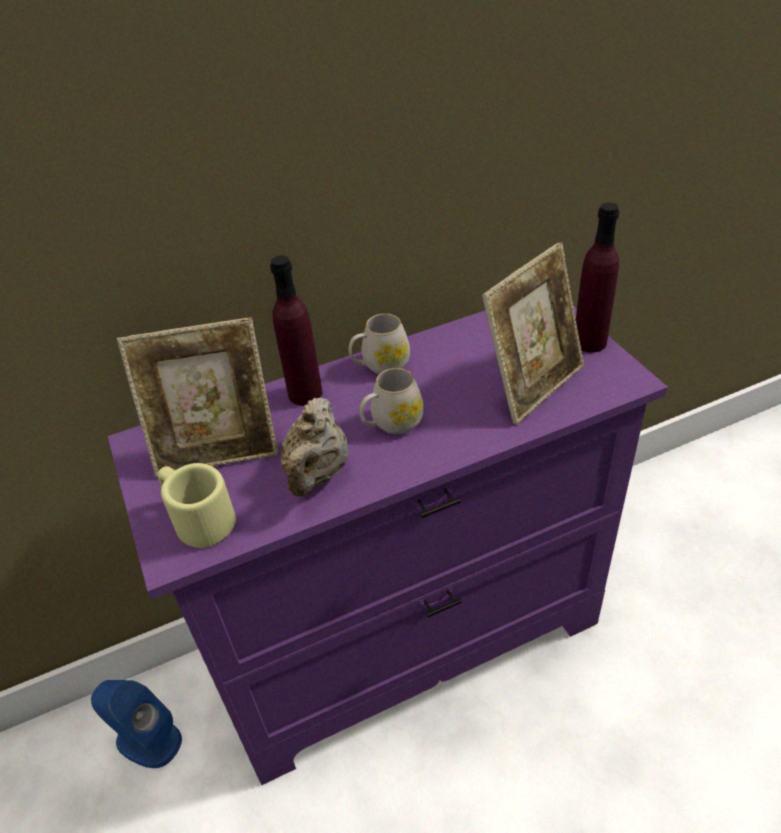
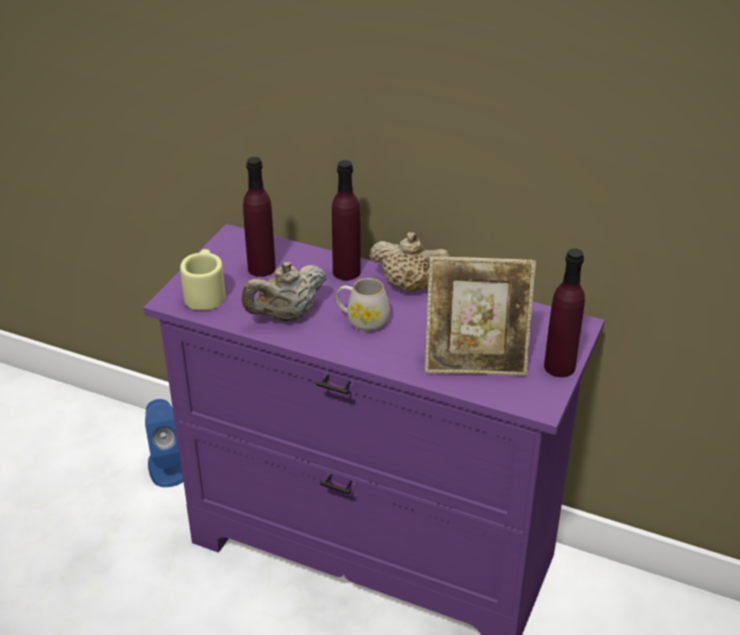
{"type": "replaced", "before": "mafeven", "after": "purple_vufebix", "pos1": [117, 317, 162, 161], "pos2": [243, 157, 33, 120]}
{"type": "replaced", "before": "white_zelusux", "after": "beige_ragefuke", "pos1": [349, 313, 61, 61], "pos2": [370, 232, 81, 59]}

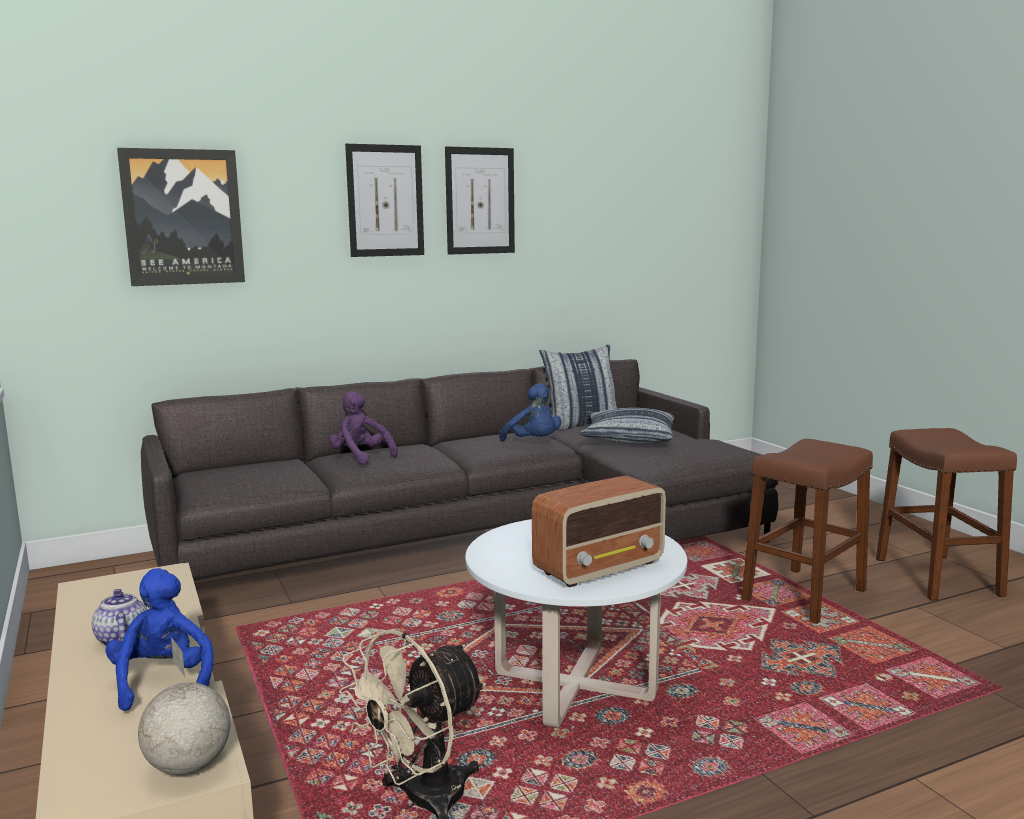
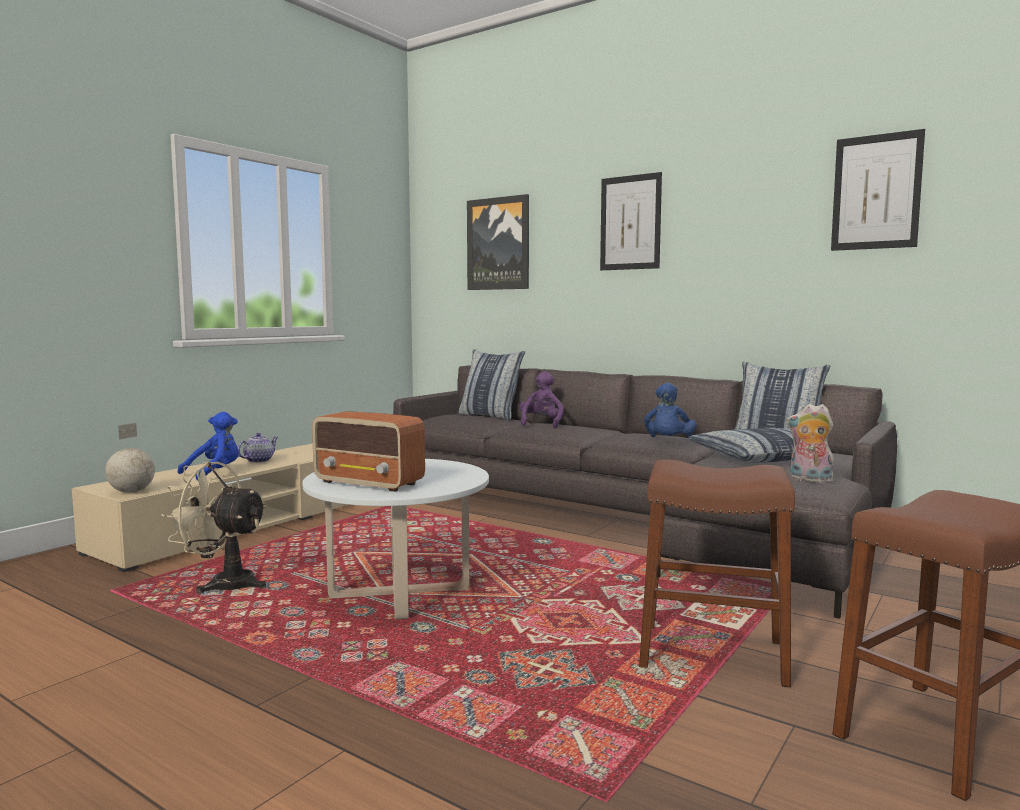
{"type": "added", "after": "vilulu", "pos2": [458, 349, 67, 71]}
{"type": "added", "after": "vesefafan", "pos2": [786, 404, 48, 80]}
{"type": "moved", "before": "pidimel", "pos1": [445, 146, 70, 109], "pos2": [831, 129, 94, 122]}

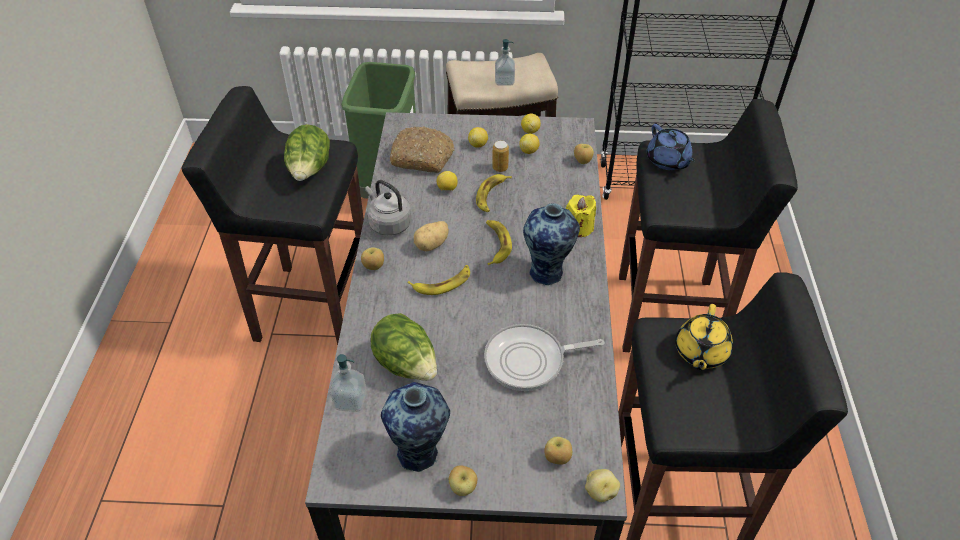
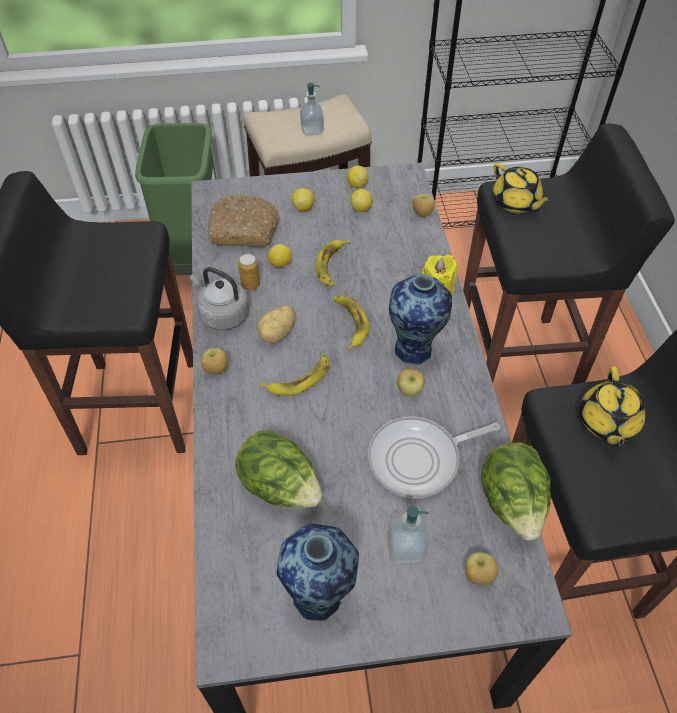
{"type": "moved", "before": "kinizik", "pos1": [492, 140, 17, 32], "pos2": [238, 254, 22, 36]}
{"type": "moved", "before": "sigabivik", "pos1": [330, 354, 37, 58], "pos2": [387, 506, 42, 59]}
{"type": "moved", "before": "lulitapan", "pos1": [449, 465, 29, 31], "pos2": [397, 369, 28, 28]}
{"type": "moved", "before": "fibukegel", "pos1": [284, 124, 46, 57], "pos2": [481, 442, 70, 99]}
{"type": "recoloured", "before": "blue_ragefuke", "after": "yellow_ragefuke", "pos1": [647, 124, 48, 46], "pos2": [492, 163, 60, 50]}
{"type": "removed", "before": "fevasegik", "pos1": [585, 469, 35, 33]}

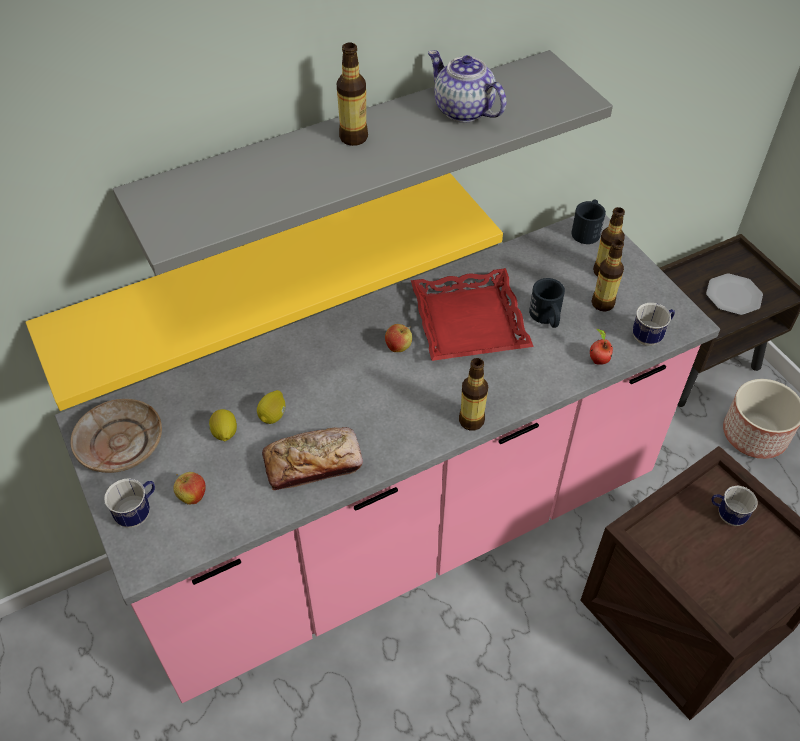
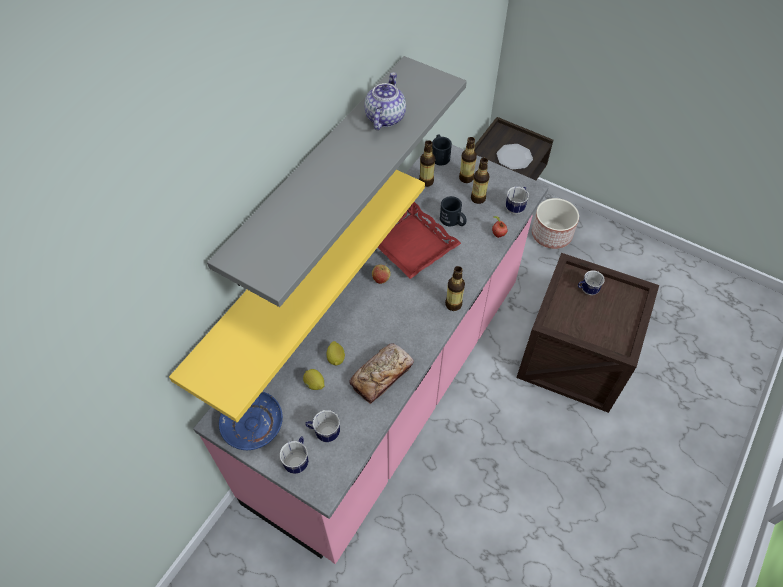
{"type": "recoloured", "before": "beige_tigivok", "after": "blue_tigivok", "pos1": [70, 399, 92, 74], "pos2": [219, 391, 64, 59]}
{"type": "replaced", "before": "lulitapan", "after": "zelusux", "pos1": [174, 472, 32, 33], "pos2": [305, 410, 35, 32]}
{"type": "turned", "before": "ragefuke", "pos1": [428, 50, 79, 73], "pos2": [364, 72, 42, 58], "turn": 90}
{"type": "moved", "before": "vufebix", "pos1": [337, 42, 31, 104], "pos2": [419, 140, 16, 47]}

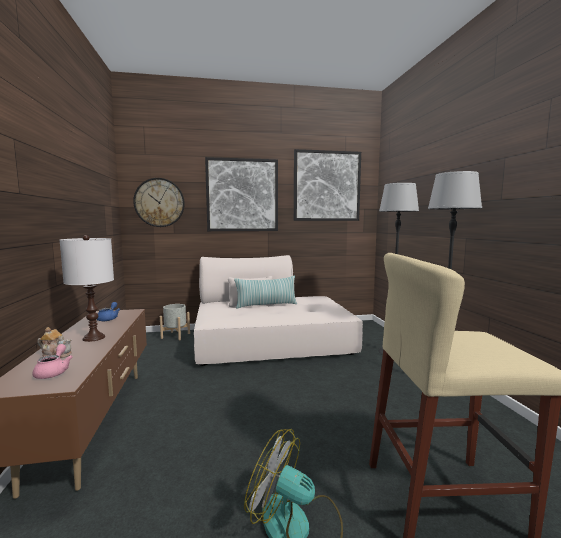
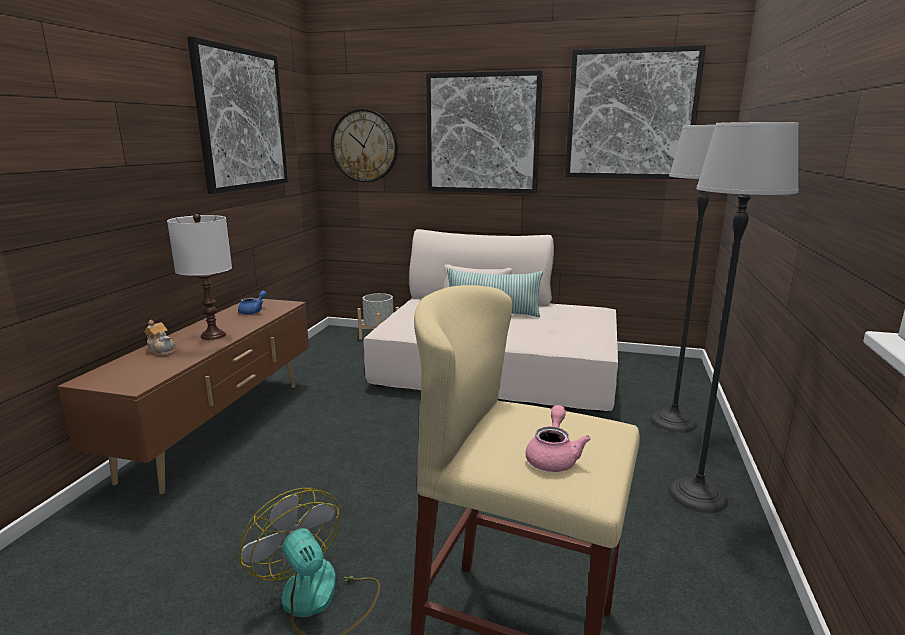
{"type": "added", "after": "pidimel", "pos2": [187, 37, 101, 157]}
{"type": "moved", "before": "pink_ragefuke", "pos1": [33, 344, 40, 35], "pos2": [526, 405, 65, 67]}

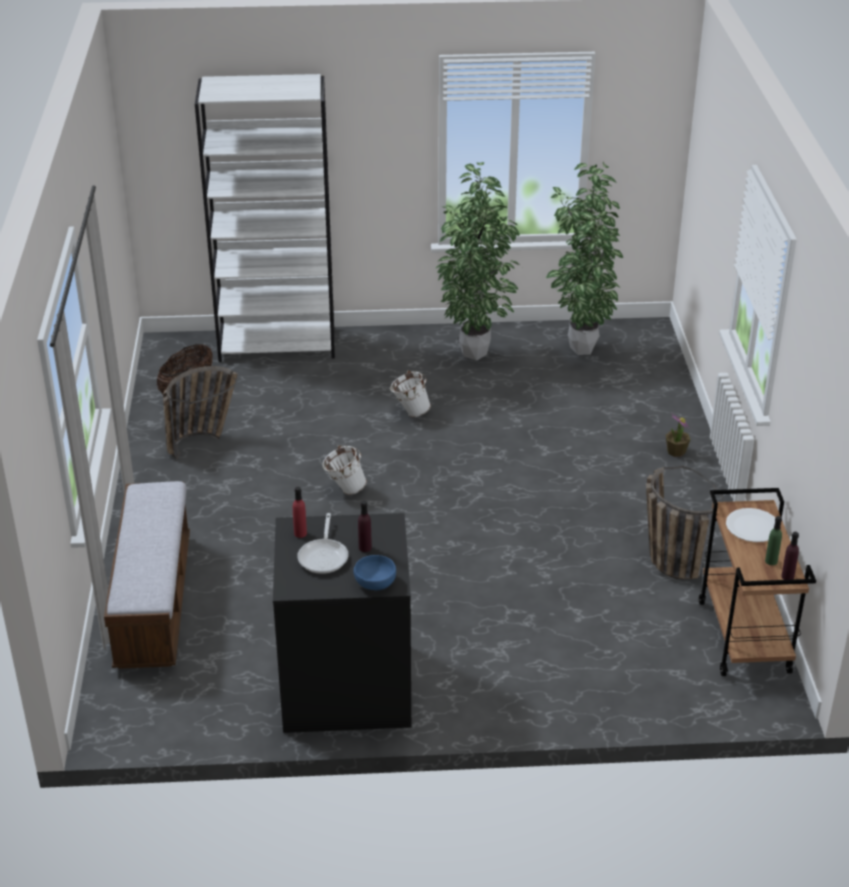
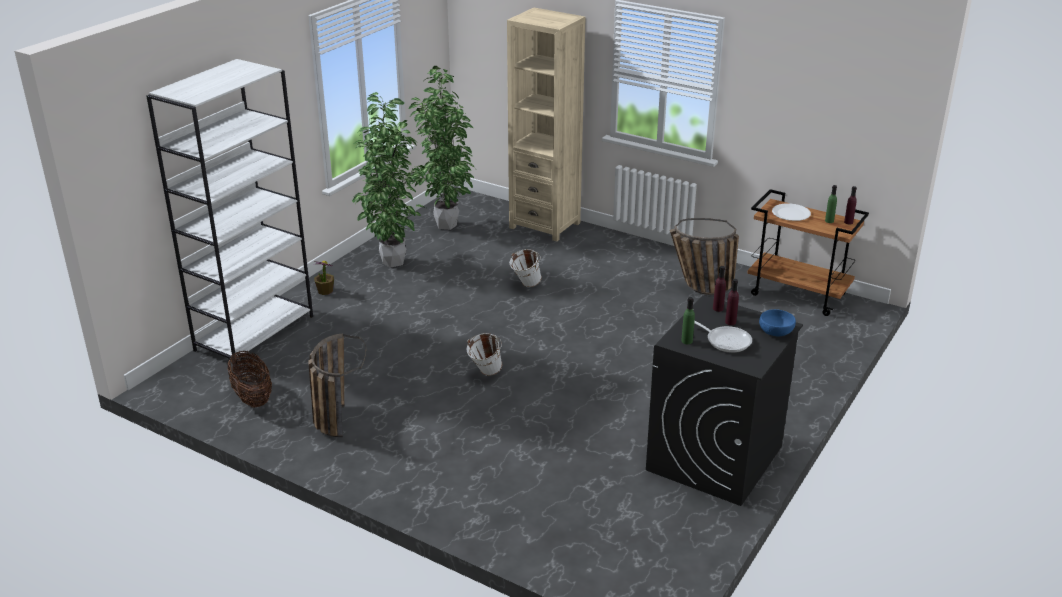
{"type": "moved", "before": "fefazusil", "pos1": [665, 414, 25, 43], "pos2": [314, 261, 20, 34]}
{"type": "added", "after": "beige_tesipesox", "pos2": [507, 8, 79, 234]}
{"type": "moved", "before": "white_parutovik", "pos1": [390, 370, 41, 47], "pos2": [510, 249, 32, 38]}
{"type": "recoloured", "before": "red_vufebix", "after": "green_vufebix", "pos1": [293, 487, 14, 51], "pos2": [681, 297, 14, 47]}
{"type": "added", "after": "purple_vufebix", "pos2": [713, 266, 13, 46]}
{"type": "removed", "before": "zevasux", "pos1": [104, 481, 86, 188]}

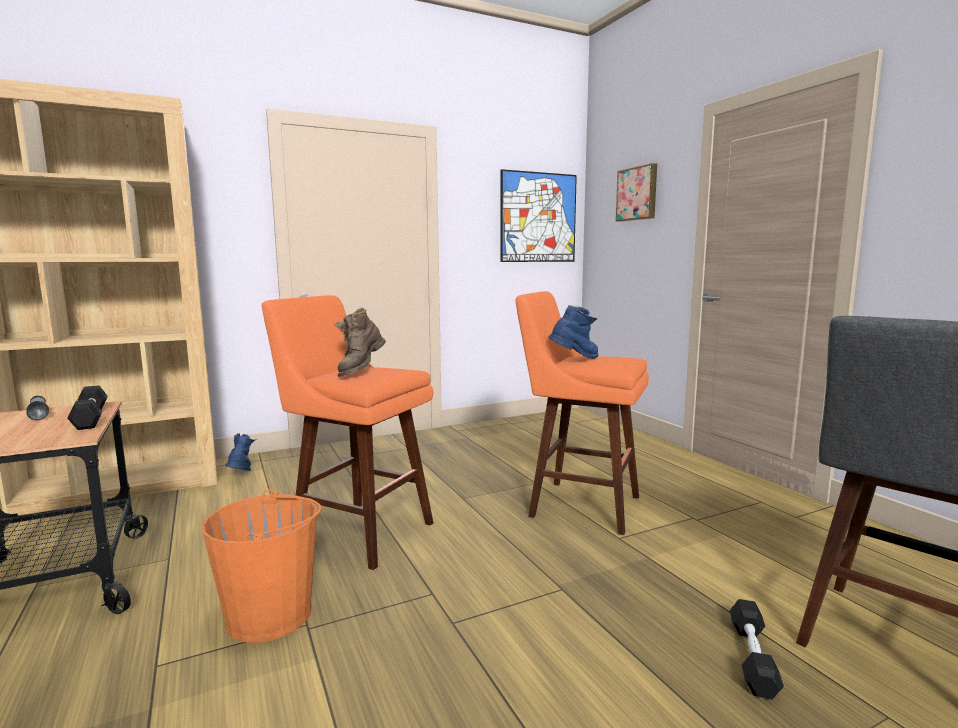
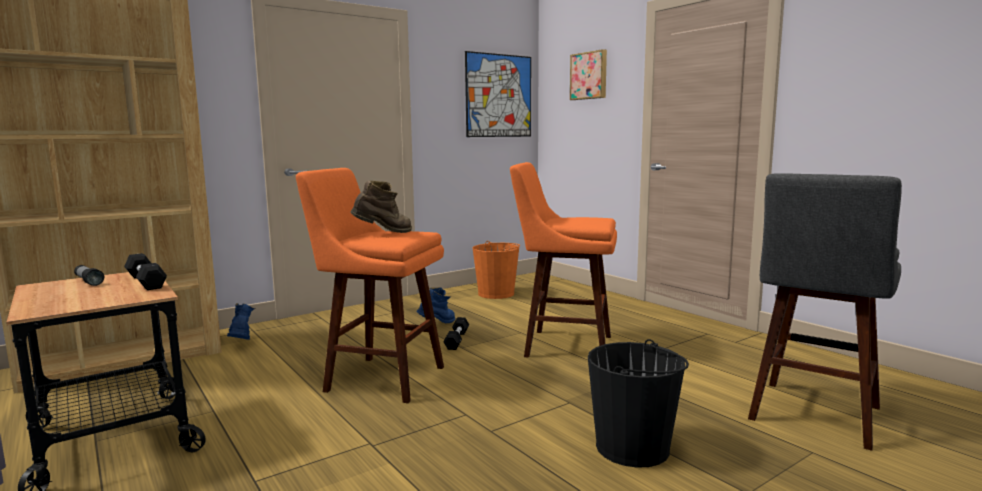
{"type": "turned", "before": "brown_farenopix", "pos1": [335, 308, 51, 69], "pos2": [350, 180, 62, 53], "turn": -135}
{"type": "moved", "before": "blue_farenopix", "pos1": [548, 305, 51, 54], "pos2": [417, 287, 38, 36]}
{"type": "moved", "before": "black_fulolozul", "pos1": [730, 599, 54, 100], "pos2": [444, 317, 25, 33]}
{"type": "moved", "before": "orange_parutovik", "pos1": [202, 489, 120, 154], "pos2": [472, 241, 48, 58]}
{"type": "added", "after": "black_parutovik", "pos2": [588, 339, 101, 129]}

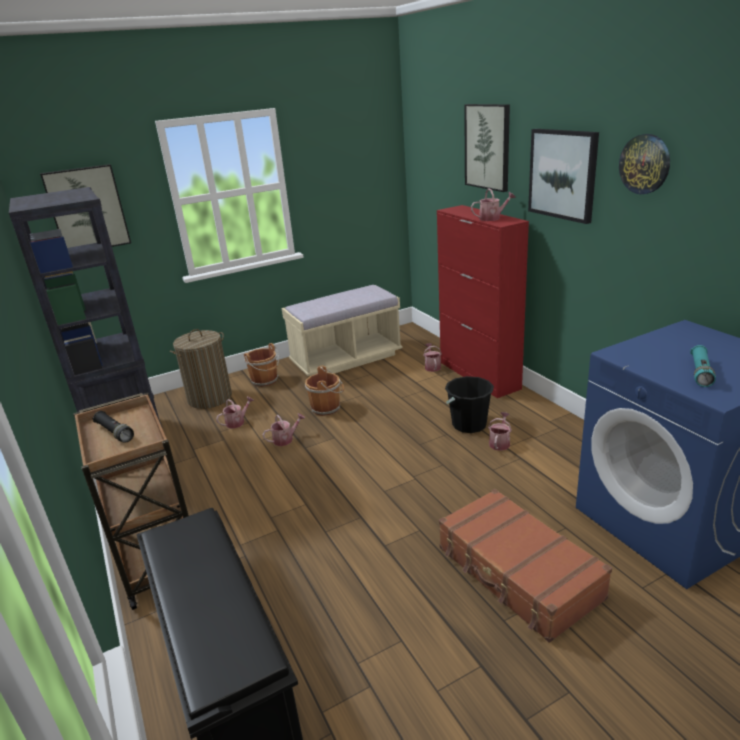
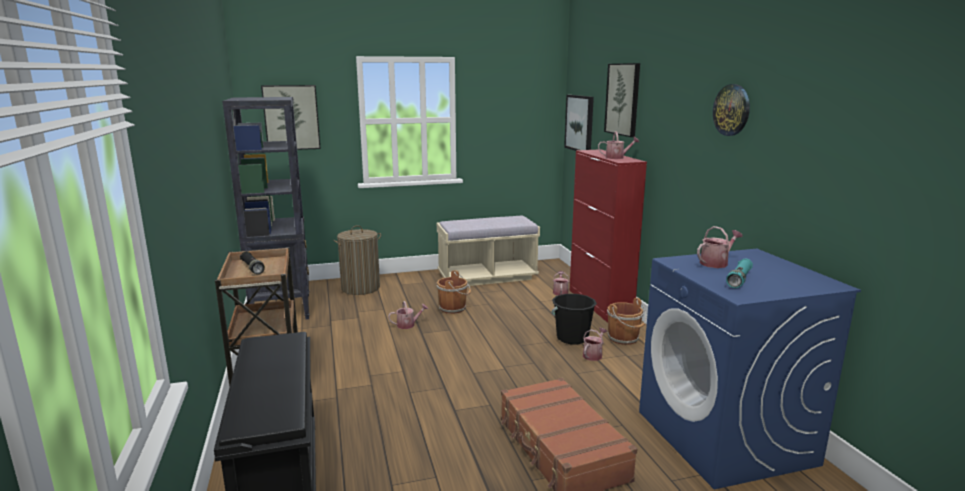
{"type": "moved", "before": "pidimel", "pos1": [528, 129, 71, 95], "pos2": [564, 95, 30, 56]}
{"type": "moved", "before": "brown_parutovik", "pos1": [244, 343, 35, 44], "pos2": [607, 298, 39, 47]}
{"type": "moved", "before": "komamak", "pos1": [216, 396, 38, 33], "pos2": [697, 226, 46, 42]}

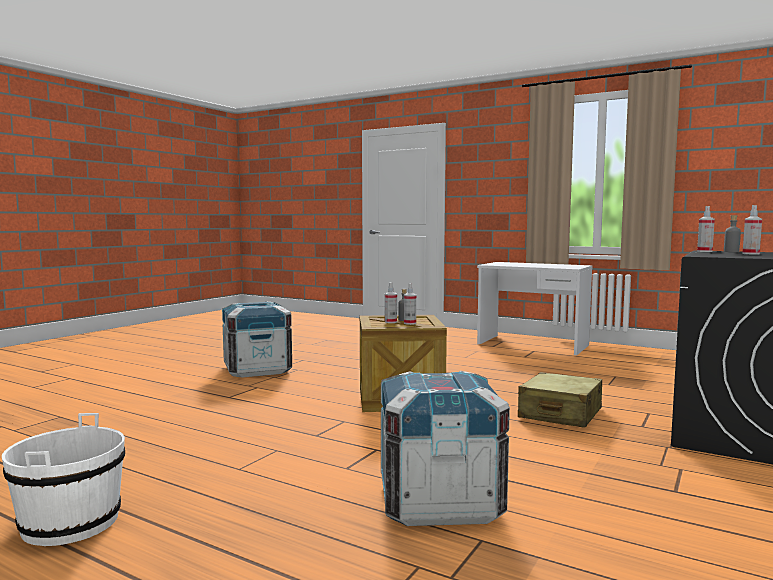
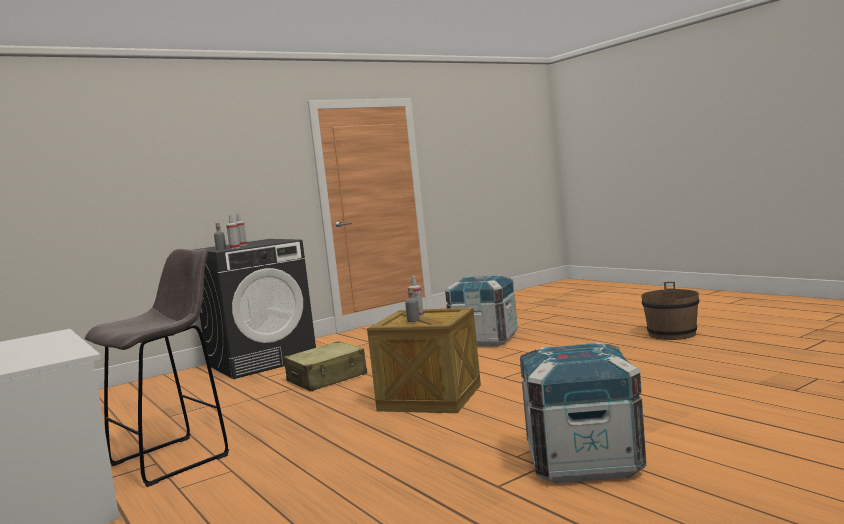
{"type": "added", "after": "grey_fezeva", "pos2": [85, 249, 144, 238]}
{"type": "recoloured", "before": "white_parutovik", "after": "brown_parutovik", "pos1": [2, 413, 123, 133], "pos2": [641, 282, 58, 58]}
{"type": "removed", "before": "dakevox", "pos1": [385, 282, 12, 41]}

